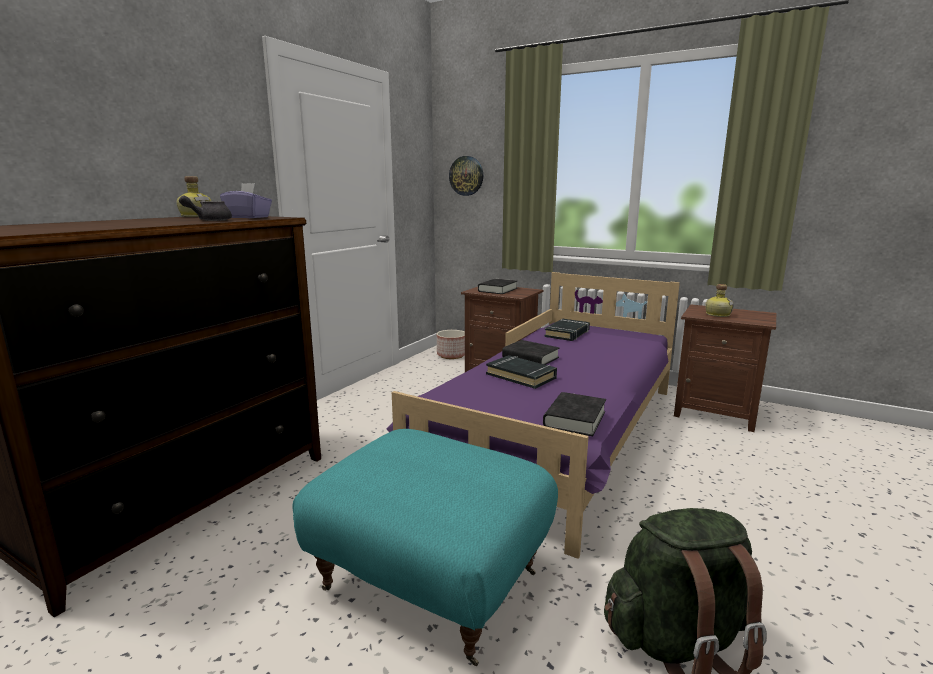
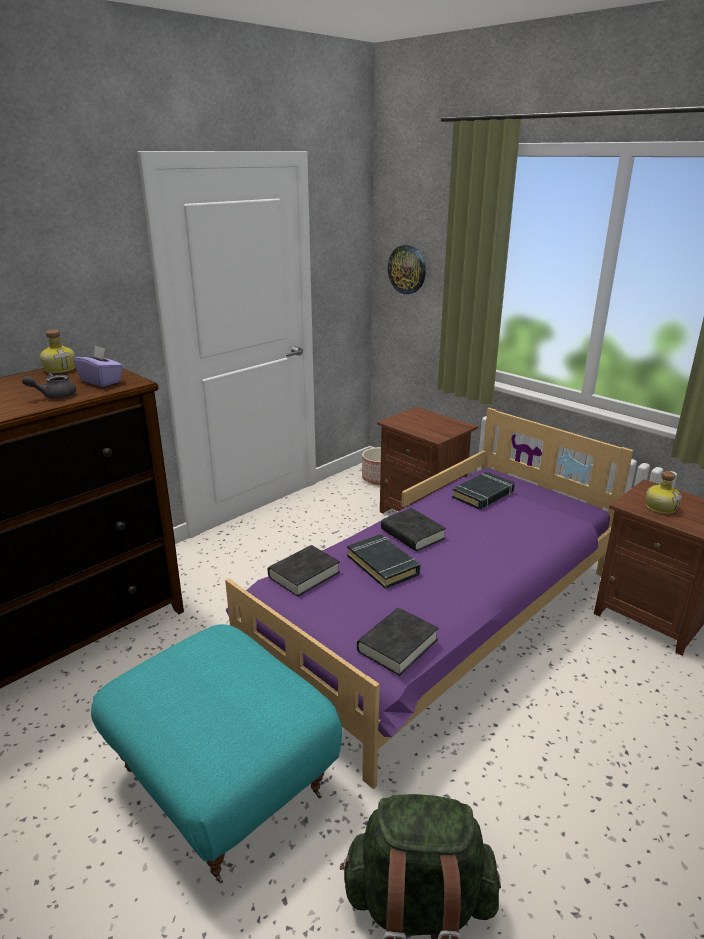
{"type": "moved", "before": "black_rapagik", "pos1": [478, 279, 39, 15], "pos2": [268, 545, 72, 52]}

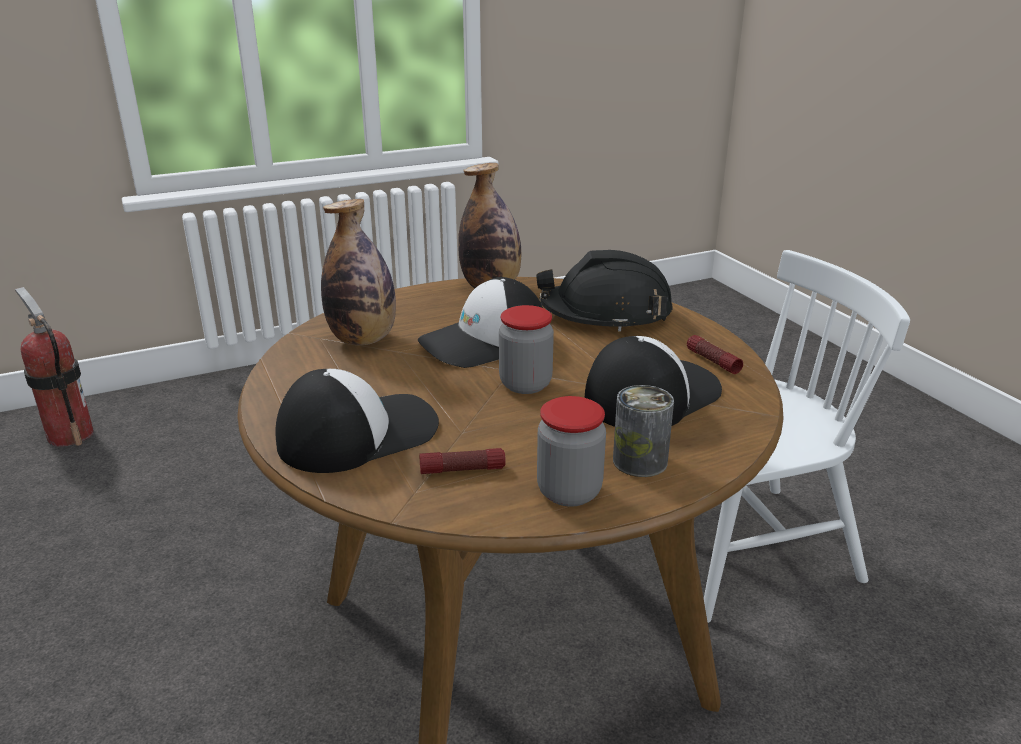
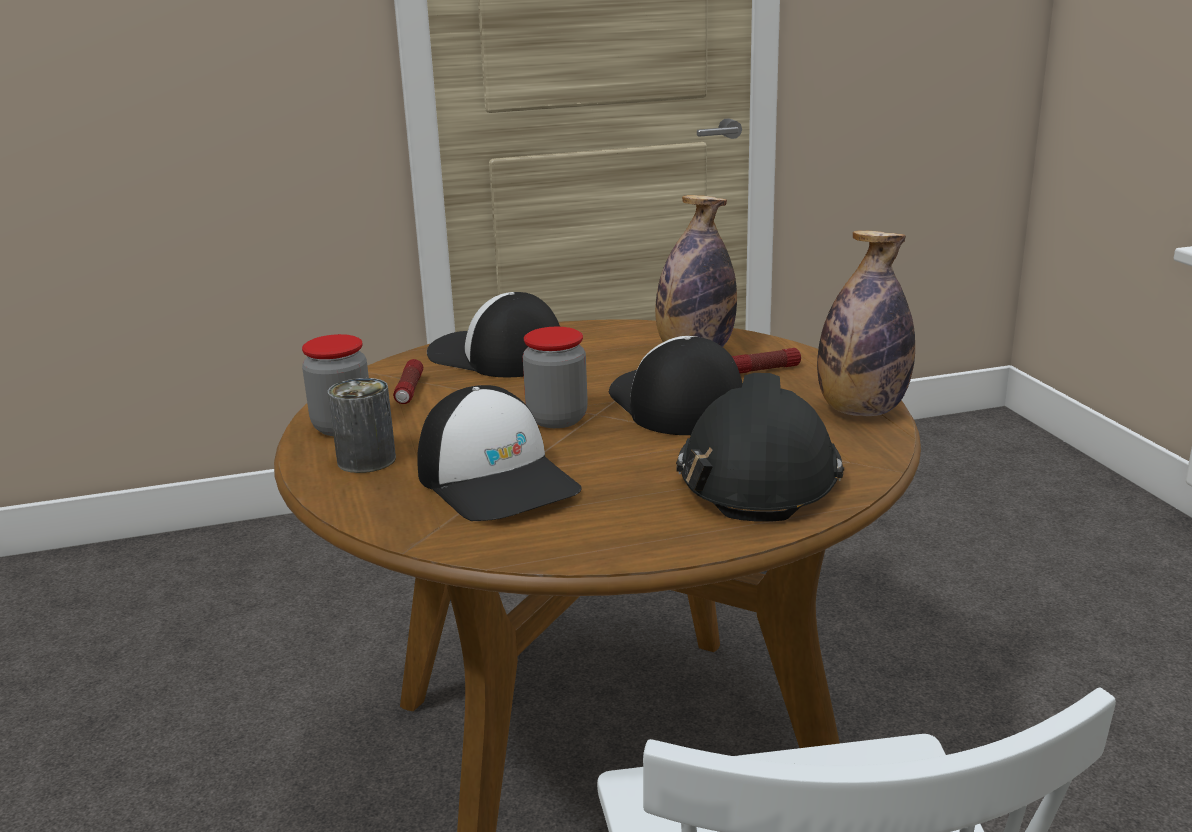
{"type": "turned", "before": "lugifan", "pos1": [275, 369, 164, 104], "pos2": [427, 292, 133, 85], "turn": 150}
{"type": "moved", "before": "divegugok", "pos1": [687, 335, 56, 39], "pos2": [732, 348, 69, 25]}
{"type": "removed", "before": "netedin", "pos1": [15, 287, 79, 160]}

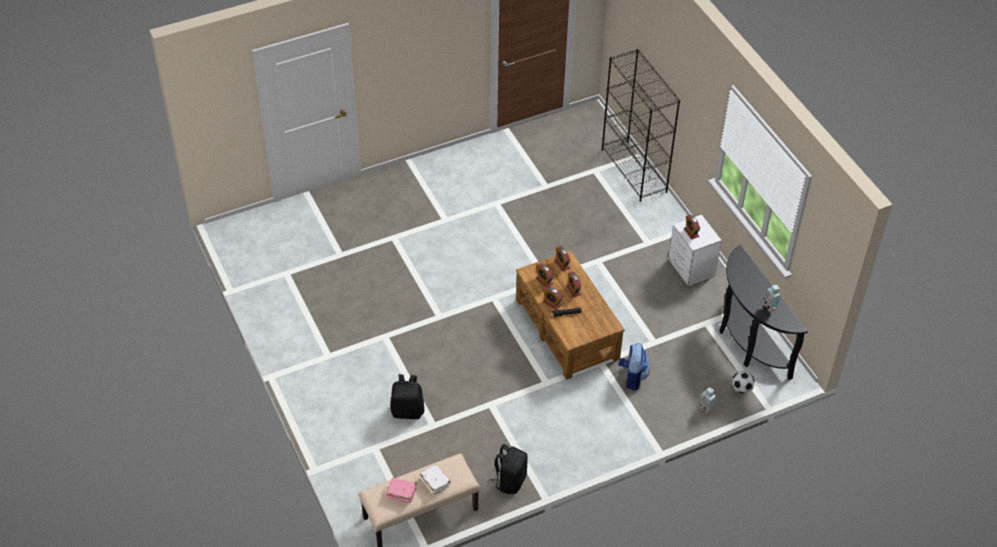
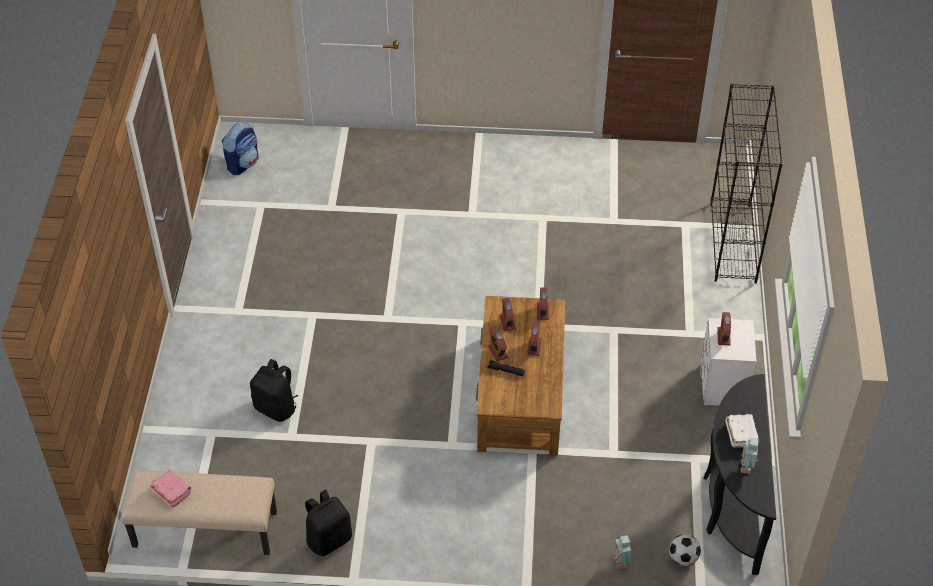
{"type": "moved", "before": "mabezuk", "pos1": [618, 343, 32, 47], "pos2": [222, 123, 37, 52]}
{"type": "moved", "before": "white_rapagik", "pos1": [420, 464, 31, 30], "pos2": [725, 414, 35, 34]}

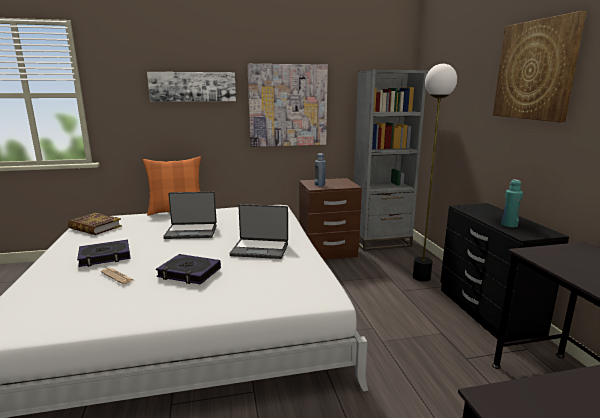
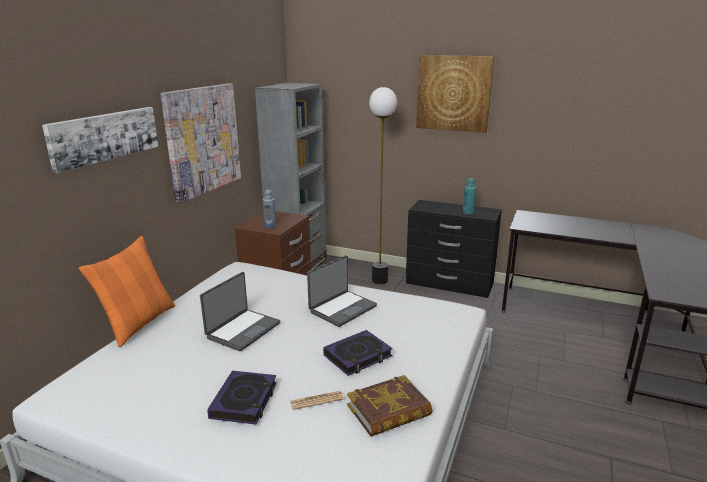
{"type": "moved", "before": "rapagik", "pos1": [68, 213, 54, 22], "pos2": [347, 375, 85, 62]}

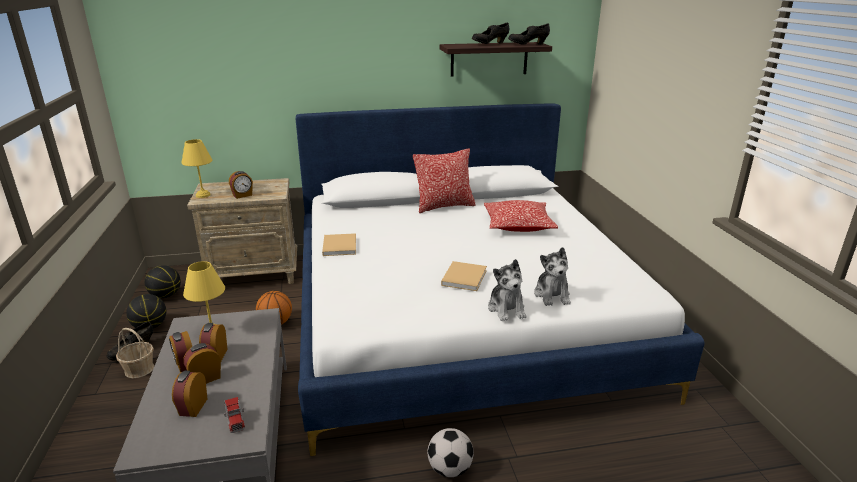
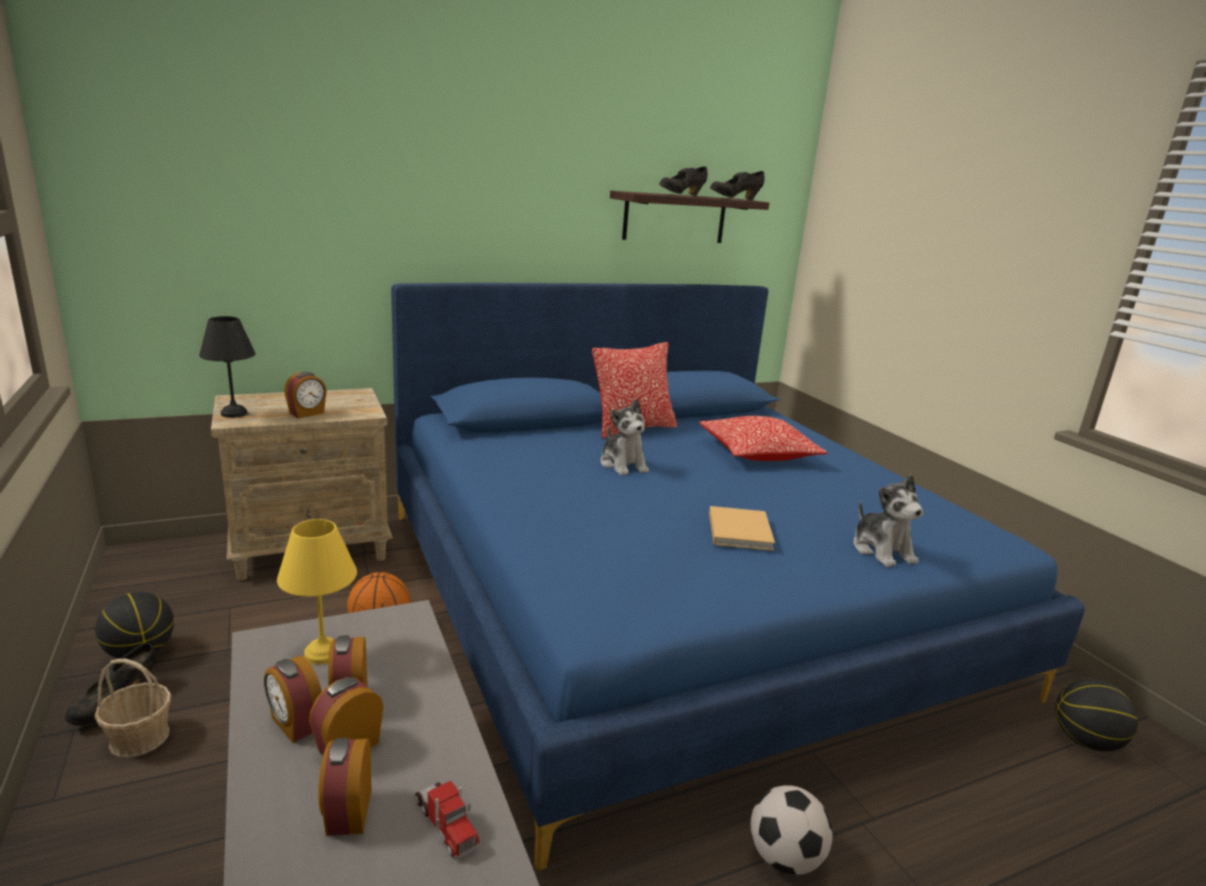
{"type": "recoloured", "before": "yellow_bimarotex", "after": "black_bimarotex", "pos1": [182, 139, 30, 59], "pos2": [199, 316, 56, 102]}
{"type": "recoloured", "before": "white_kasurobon", "after": "blue_kasurobon", "pos1": [296, 103, 409, 353], "pos2": [391, 283, 694, 587]}
{"type": "moved", "before": "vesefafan", "pos1": [488, 259, 38, 62], "pos2": [600, 399, 49, 77]}
{"type": "moved", "before": "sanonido", "pos1": [145, 265, 36, 33], "pos2": [1055, 679, 83, 73]}
{"type": "removed", "before": "beige_rapagik", "pos1": [322, 233, 34, 23]}

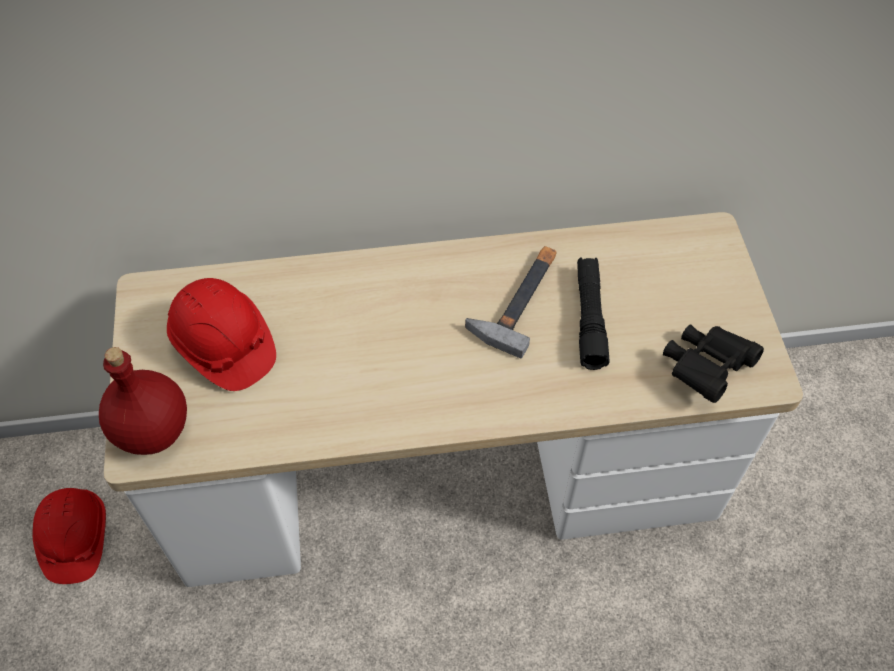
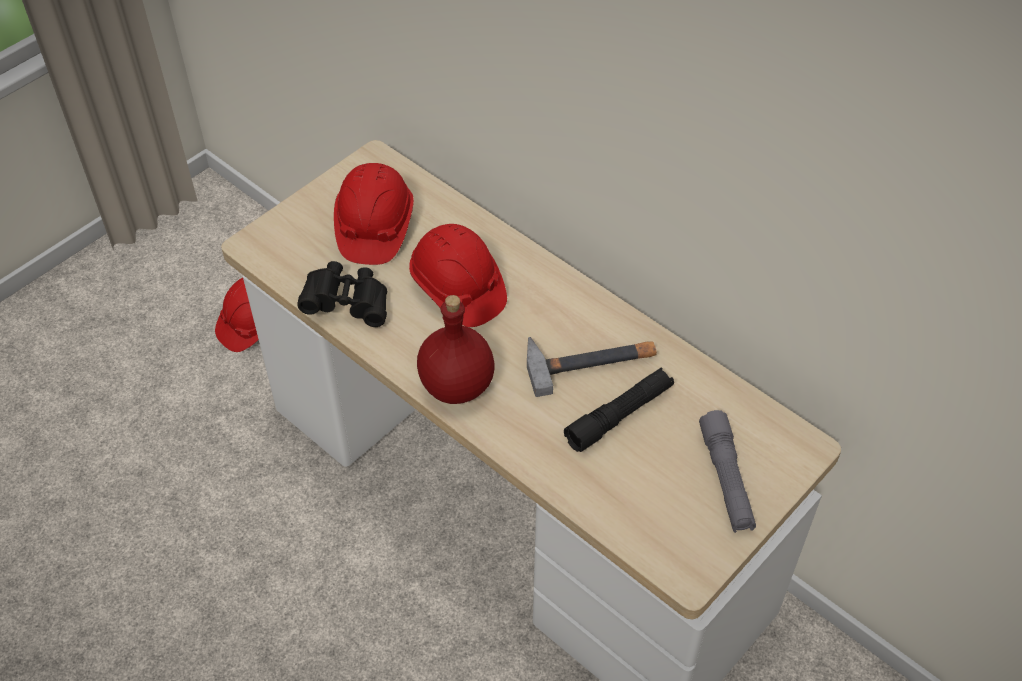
{"type": "moved", "before": "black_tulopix", "pos1": [663, 324, 101, 79], "pos2": [297, 261, 90, 66]}
{"type": "added", "after": "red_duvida", "pos2": [409, 224, 98, 103]}
{"type": "moved", "before": "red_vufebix", "pos1": [99, 347, 88, 108], "pos2": [417, 295, 78, 109]}
{"type": "added", "after": "grey_divegugok", "pos2": [699, 410, 57, 123]}

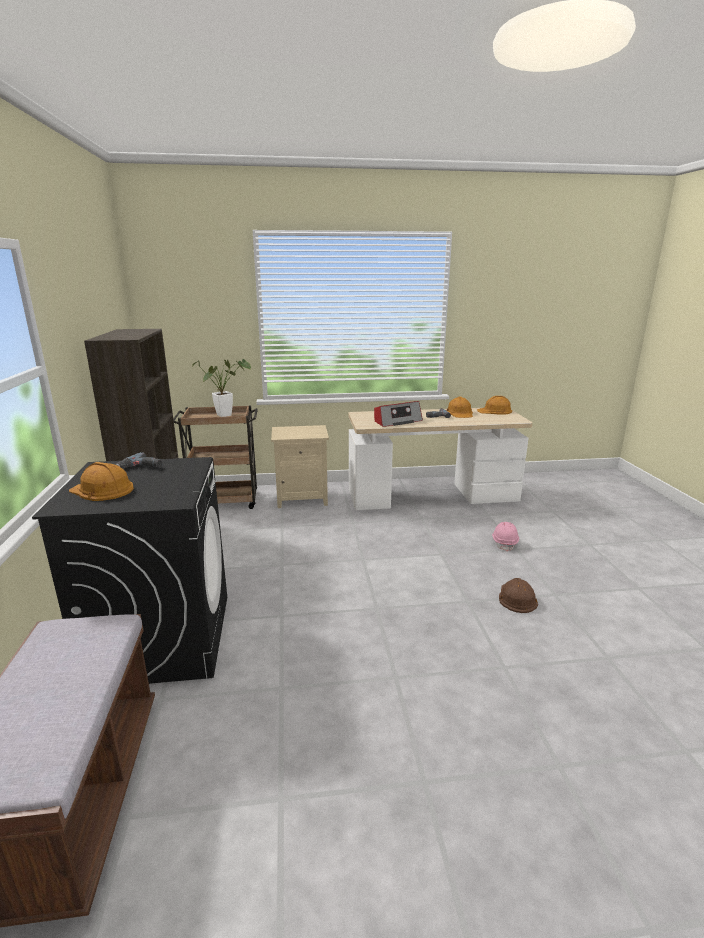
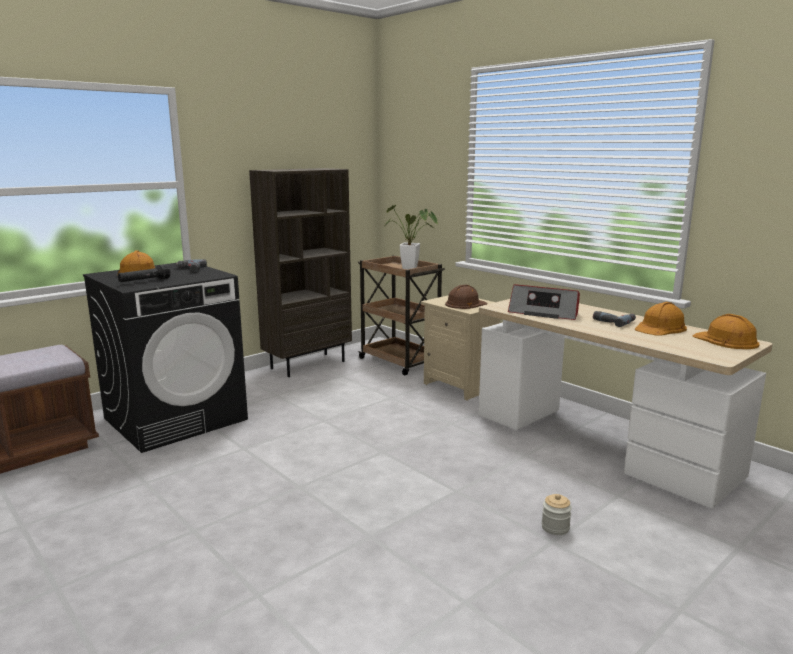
{"type": "added", "after": "black_divegugok", "pos2": [118, 264, 52, 18]}
{"type": "moved", "before": "brown_duvida", "pos1": [499, 578, 39, 35], "pos2": [445, 285, 43, 24]}
{"type": "replaced", "before": "pink_duvida", "after": "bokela", "pos1": [492, 522, 27, 30], "pos2": [541, 494, 31, 41]}

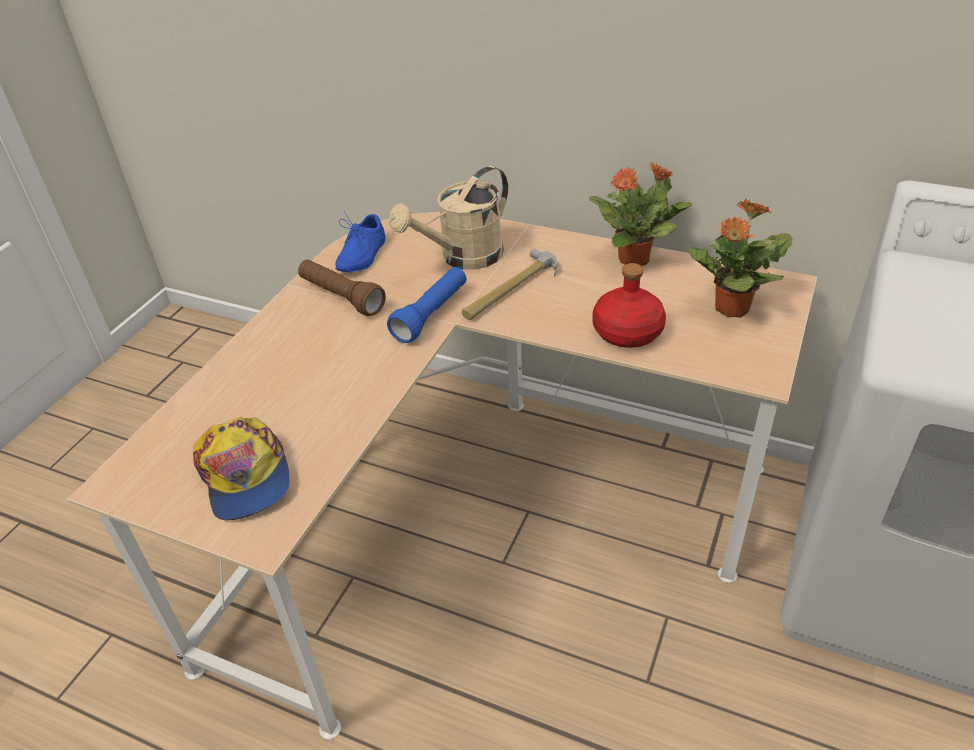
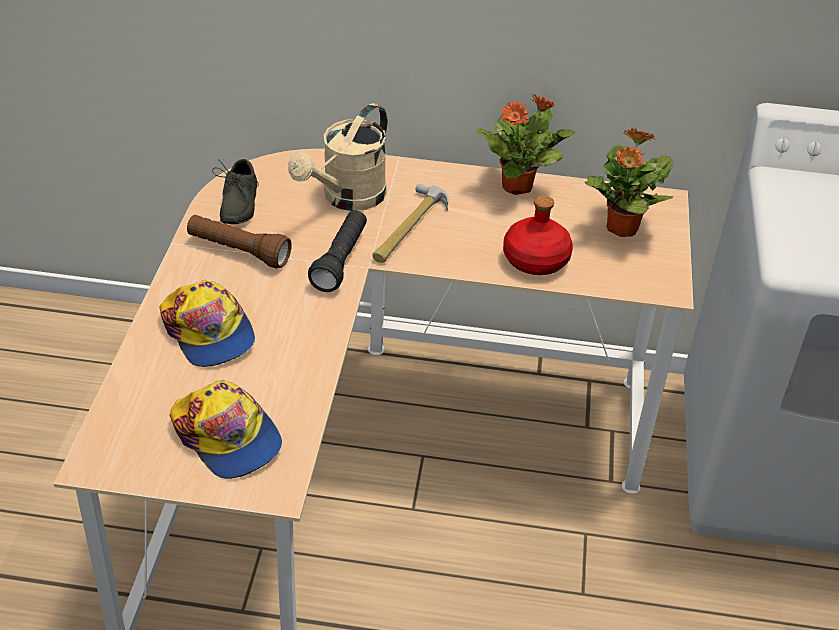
{"type": "added", "after": "lugifan", "pos2": [159, 280, 96, 87]}
{"type": "recoloured", "before": "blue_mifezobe", "after": "grey_mifezobe", "pos1": [335, 211, 51, 61], "pos2": [212, 159, 47, 65]}
{"type": "recoloured", "before": "blue_divegugok", "after": "black_divegugok", "pos1": [387, 267, 79, 76], "pos2": [308, 210, 59, 82]}

